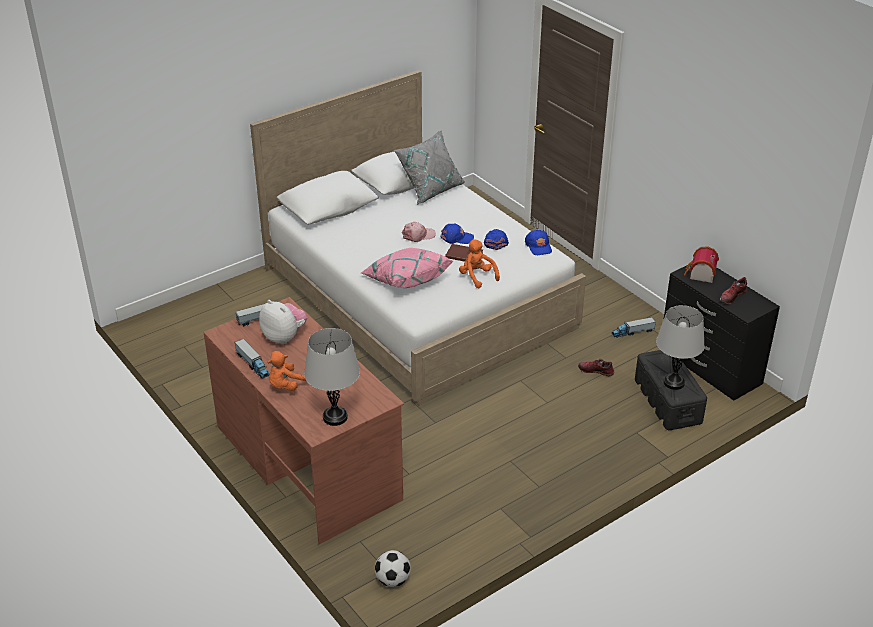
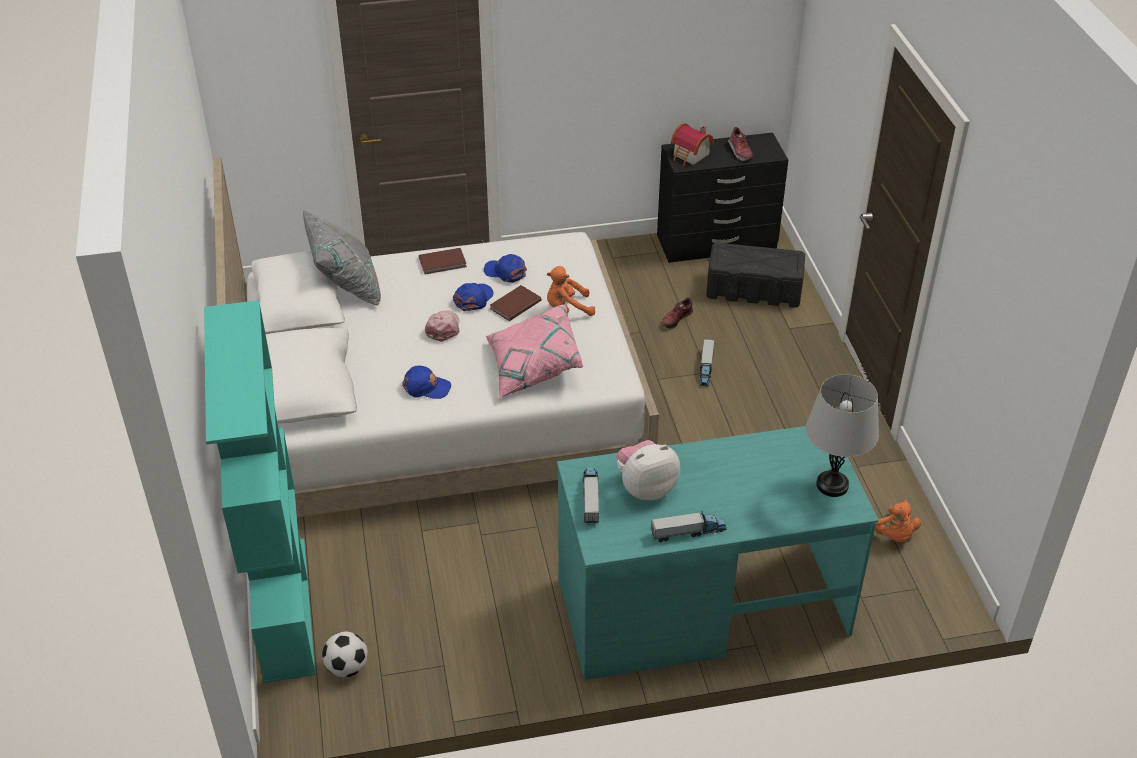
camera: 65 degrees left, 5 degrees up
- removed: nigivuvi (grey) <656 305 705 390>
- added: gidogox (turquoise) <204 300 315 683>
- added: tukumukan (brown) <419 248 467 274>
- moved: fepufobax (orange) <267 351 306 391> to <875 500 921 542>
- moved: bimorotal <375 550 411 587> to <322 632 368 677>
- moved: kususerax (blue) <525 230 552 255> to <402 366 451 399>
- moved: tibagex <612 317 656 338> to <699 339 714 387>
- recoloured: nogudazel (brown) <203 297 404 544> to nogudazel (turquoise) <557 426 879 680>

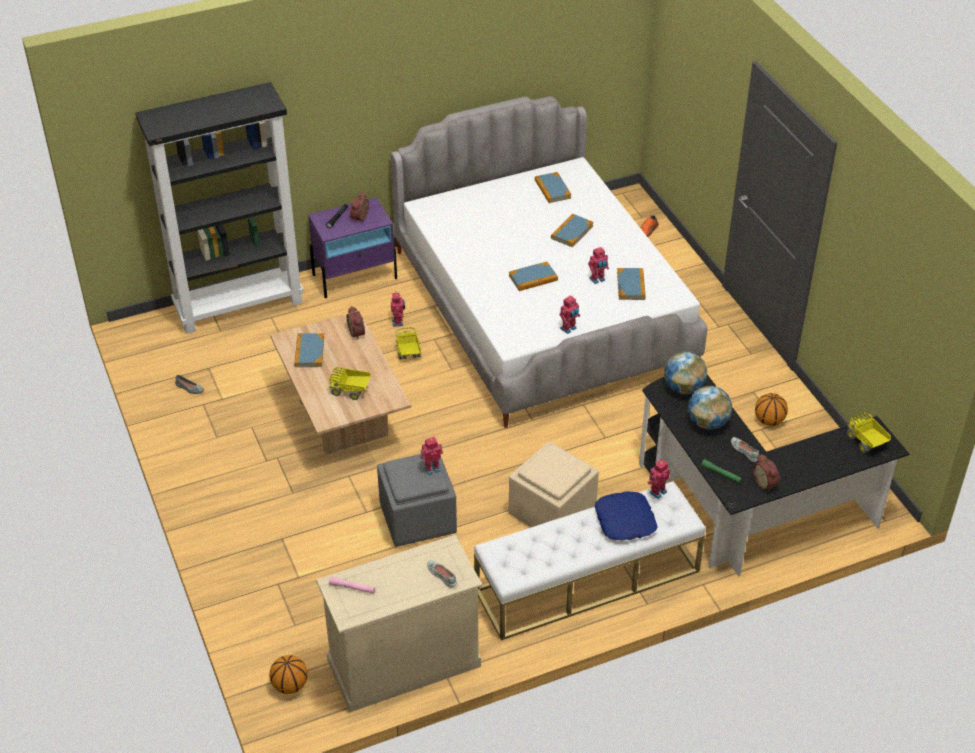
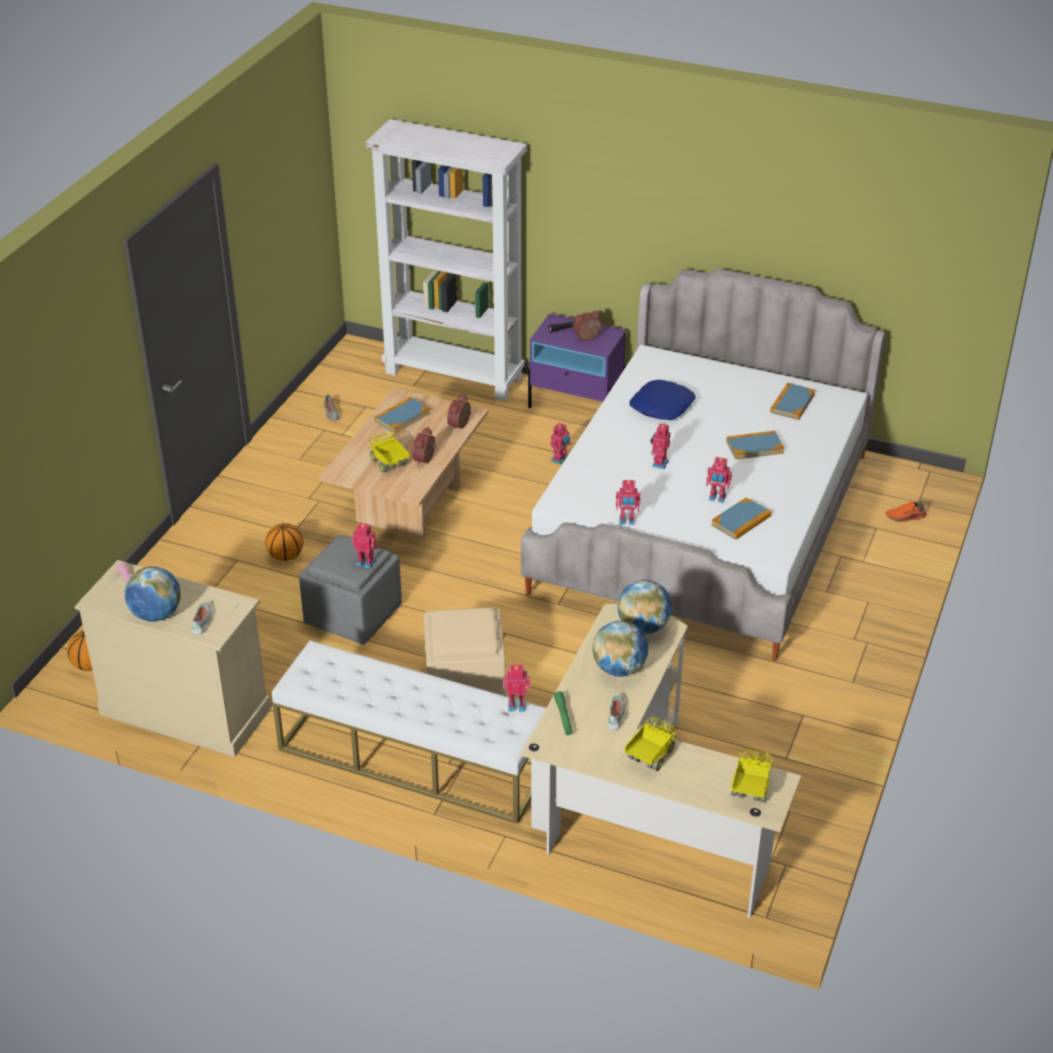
camera: 45 degrees right, 5 degrees down
- added: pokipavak <125 566 181 622>
- moved: tibagex <395 327 421 360> to <624 717 677 771>
- moved: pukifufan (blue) <595 492 658 540> to <629 380 696 420>
- moved: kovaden <753 454 780 492> to <412 427 436 466>
- moved: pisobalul <755 393 788 426> to <266 523 303 561>
- replaced: tukumukan <509 262 558 291> to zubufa <650 422 670 469>
- recoloured: gidogox (black) <135 82 304 334> to gidogox (white) <366 119 527 401>
- recoloured: nogudazel (black) <639 375 909 577> to nogudazel (beige) <521 604 801 918>

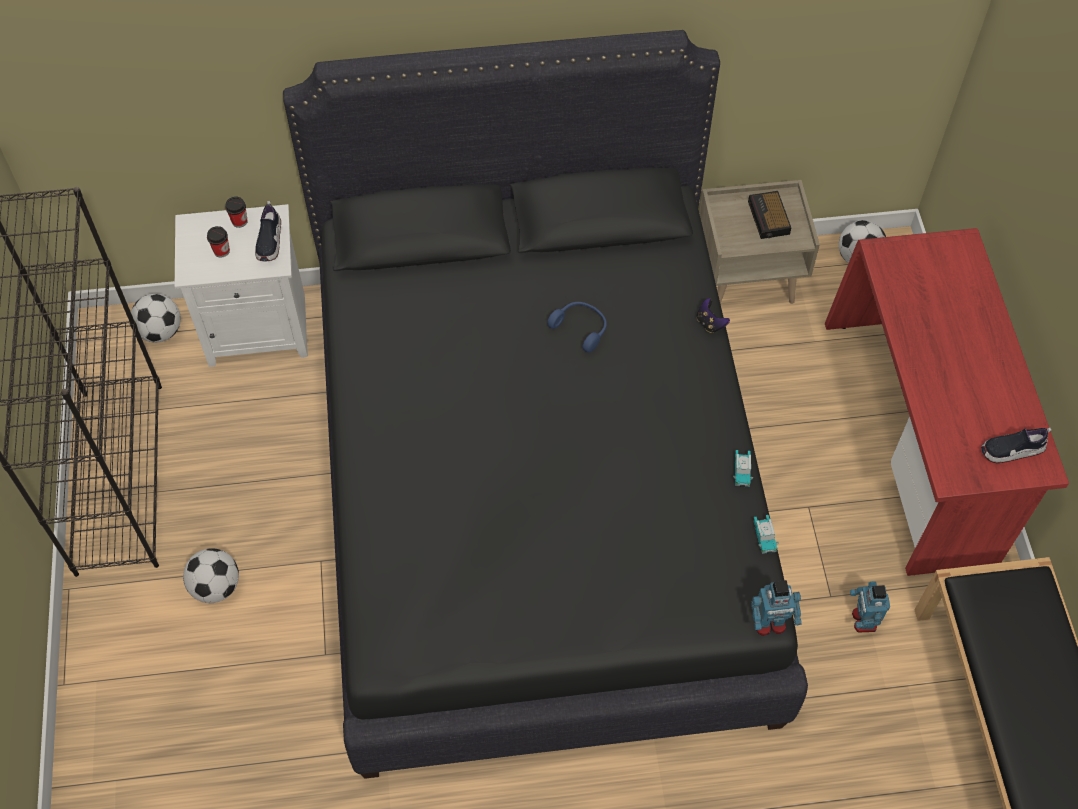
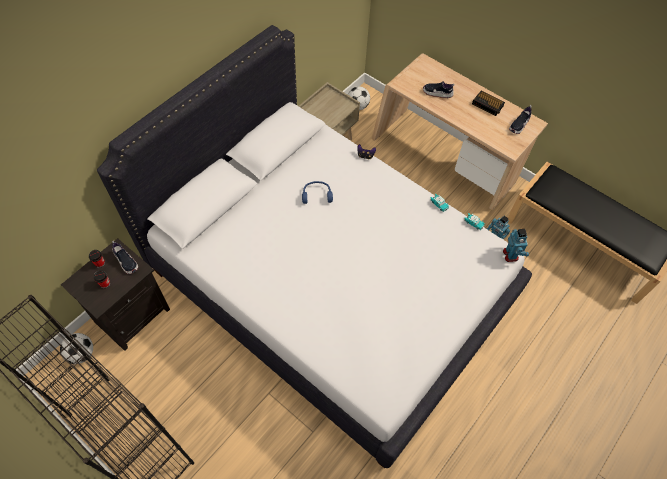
camera: 45 degrees left, 0 degrees up
- removed: bimorotal <183 548 239 603>
- added: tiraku <423 81 455 98>
- moved: kovaden <748 191 791 239> to <472 91 505 116>
- recoloured: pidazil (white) <175 204 308 367> to pidazil (black) <61 238 170 351>
- recoloured: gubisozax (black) <283 30 808 779> to gubisozax (white) <97 25 532 468>
- recoloured: nogudazel (red) <825 228 1069 576> to nogudazel (beige) <372 53 548 210>
- turned: zubufa <751 580 802 636> = <503 229 529 262> 45 degrees counterclockwise

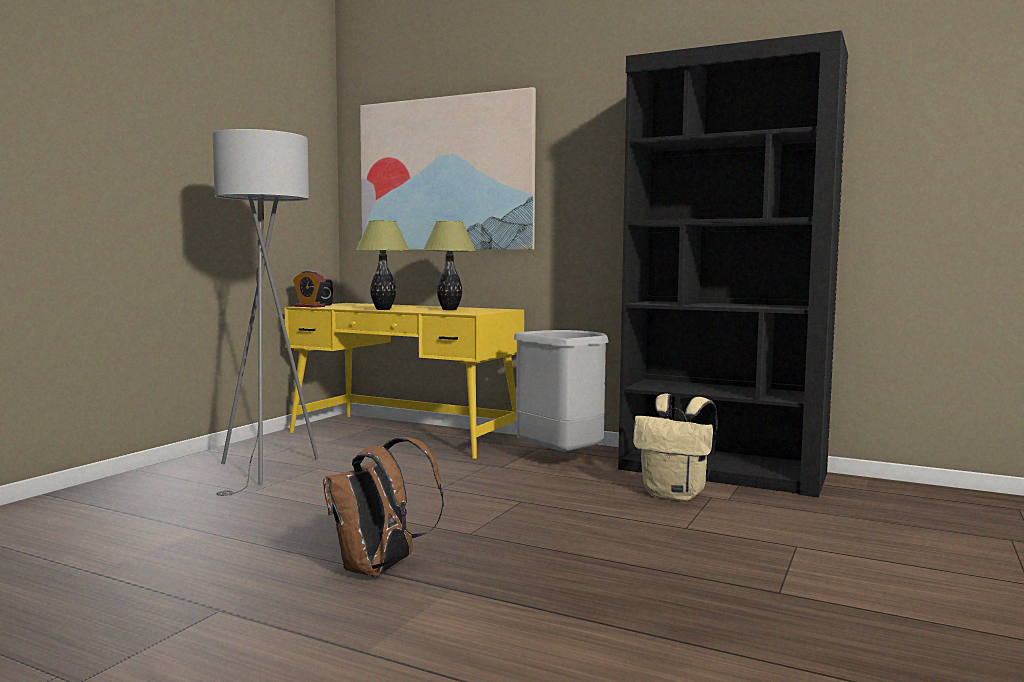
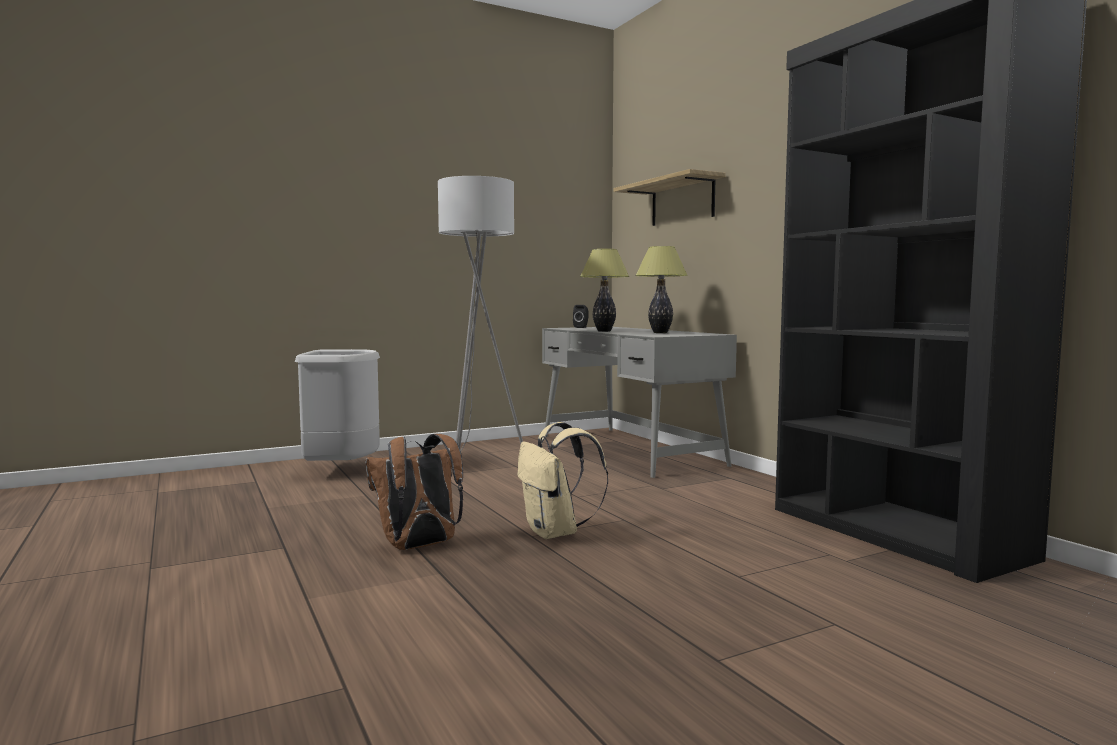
camera: 35 degrees right, 0 degrees up
- removed: kovaden <293 271 326 308>
- moved: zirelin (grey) <514 330 609 452> to <295 349 380 461>
- moved: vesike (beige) <633 394 717 502> to <518 422 608 539>
- replaced: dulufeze <360 87 536 250> to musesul <613 169 726 226>
- recoloured: nogudazel (yellow) <285 303 524 459> to nogudazel (grey) <542 327 737 478>

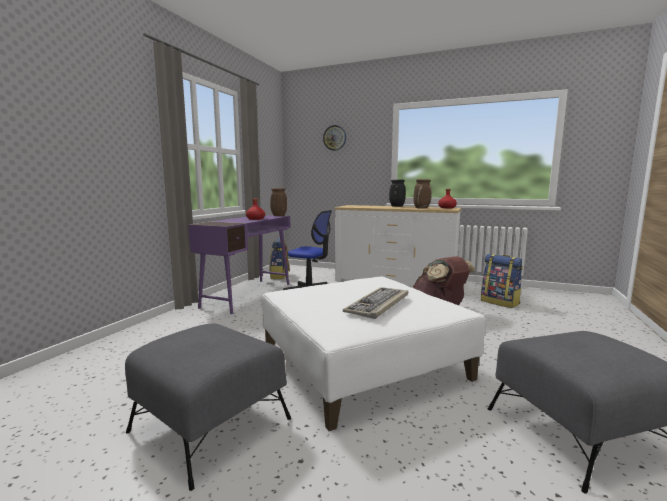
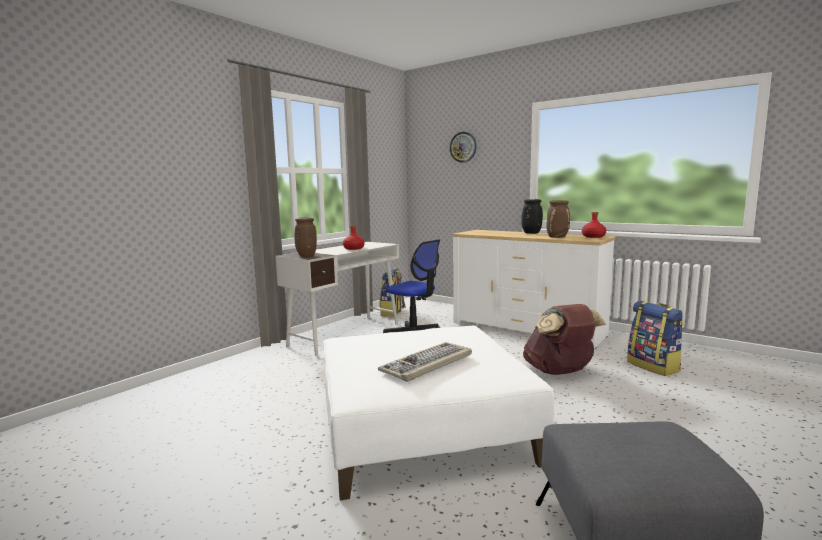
camera: 15 degrees right, 0 degrees up
- removed: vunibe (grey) <125 323 291 491>
- moved: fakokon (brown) <270 188 287 216> to <295 218 317 257>
- recoloured: nogudazel (purple) <188 215 291 314> to nogudazel (white) <275 242 399 356>

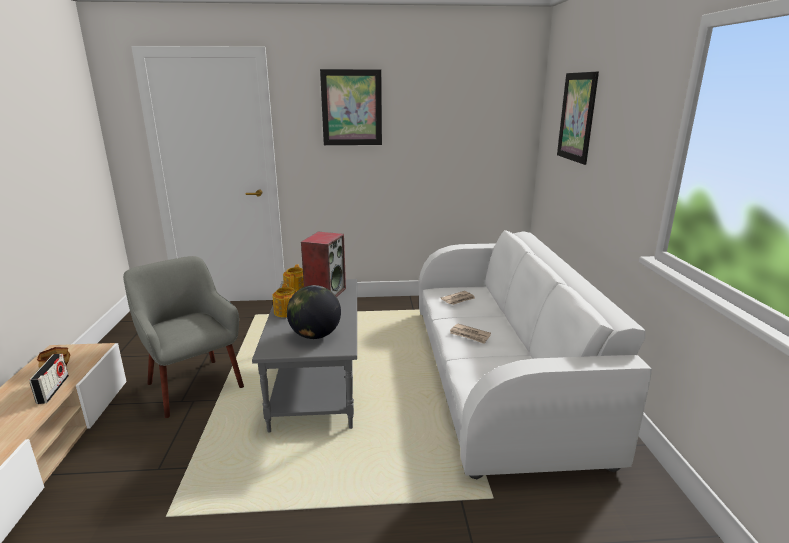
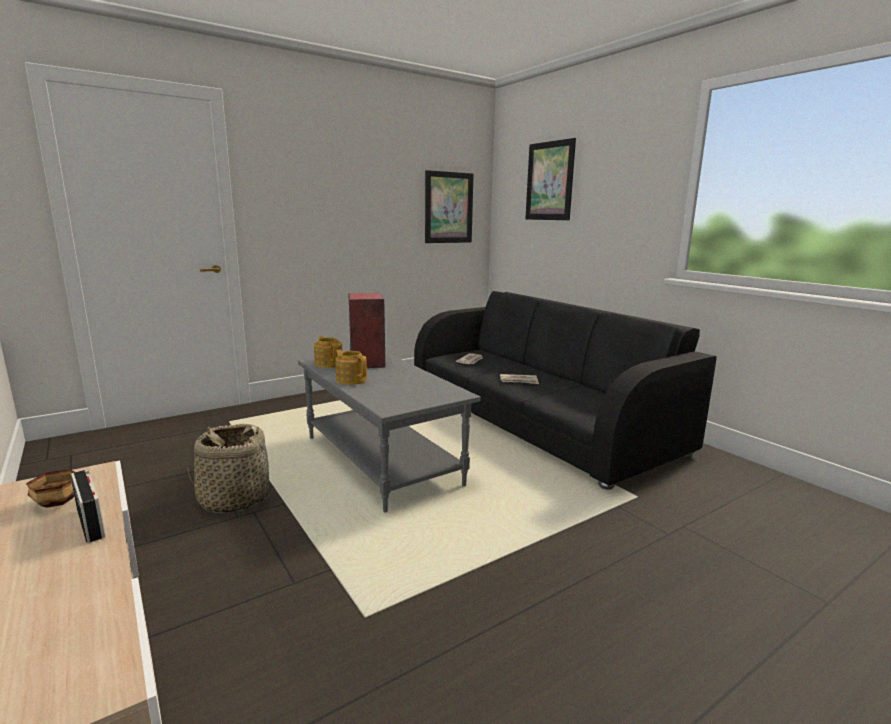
camera: 30 degrees left, 5 degrees down
- removed: pokipavak <287 285 341 339>
- moved: dulufeze <320 69 382 145> to <425 170 474 243>
- replaced: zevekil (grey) <123 256 244 418> to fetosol <187 423 273 513>
- recoloured: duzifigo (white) <419 230 652 479> to duzifigo (black) <414 291 717 490>

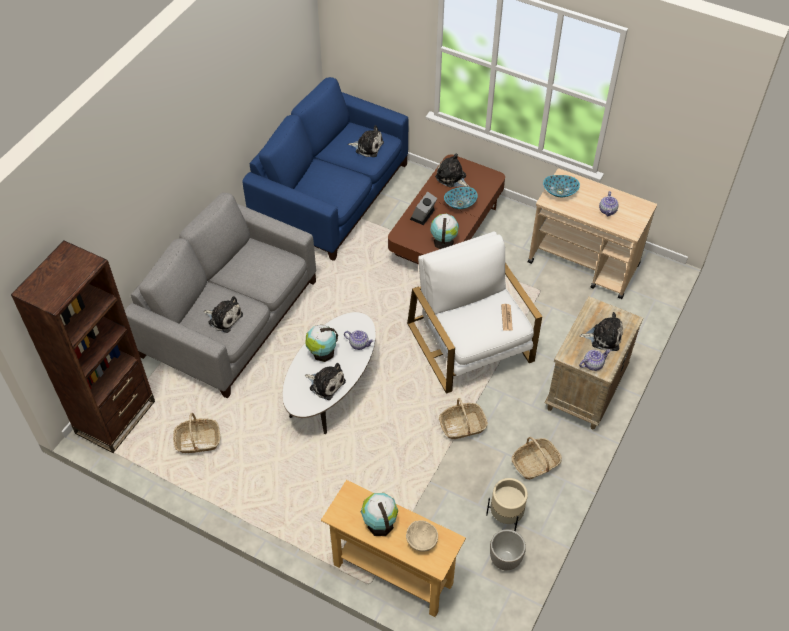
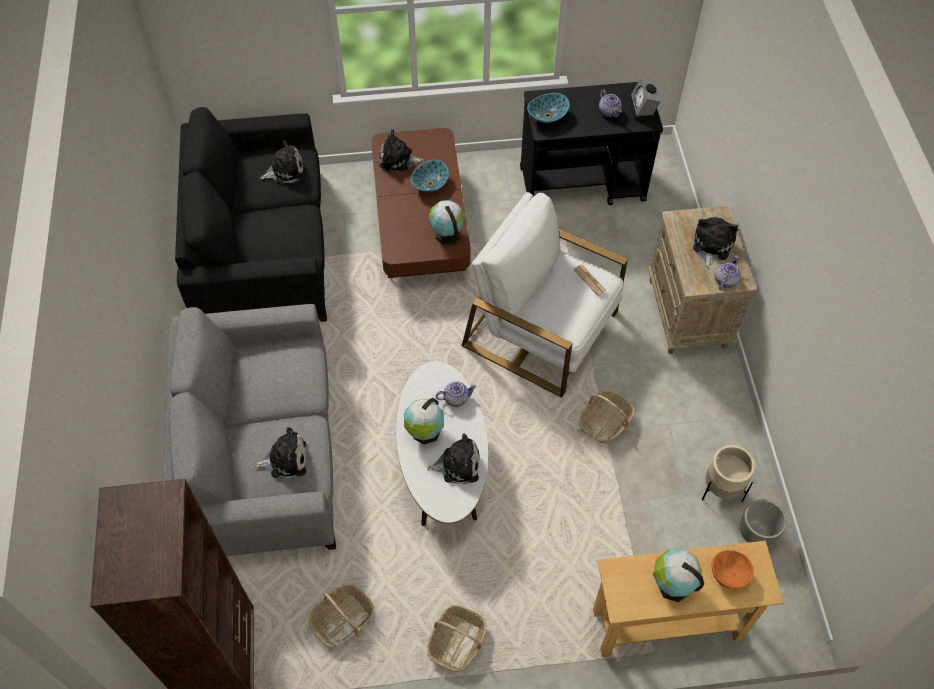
camera: 35 degrees left, 5 degrees up
- moved: kovaden <410 191 438 225> to <629 77 661 121>
- moved: fetosol <512 437 562 480> to <427 605 486 672>
- recoloured: duzifigo (blue) <242 77 408 261> to duzifigo (black) <175 107 327 322>
- recoloured: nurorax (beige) <406 520 438 552> to nurorax (orange) <712 550 754 589>
- recoloured: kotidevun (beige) <528 168 657 299> to kotidevun (black) <520 82 663 205>
- turned: fepufobax <579 312 623 351> = <693 217 738 269> 45 degrees counterclockwise

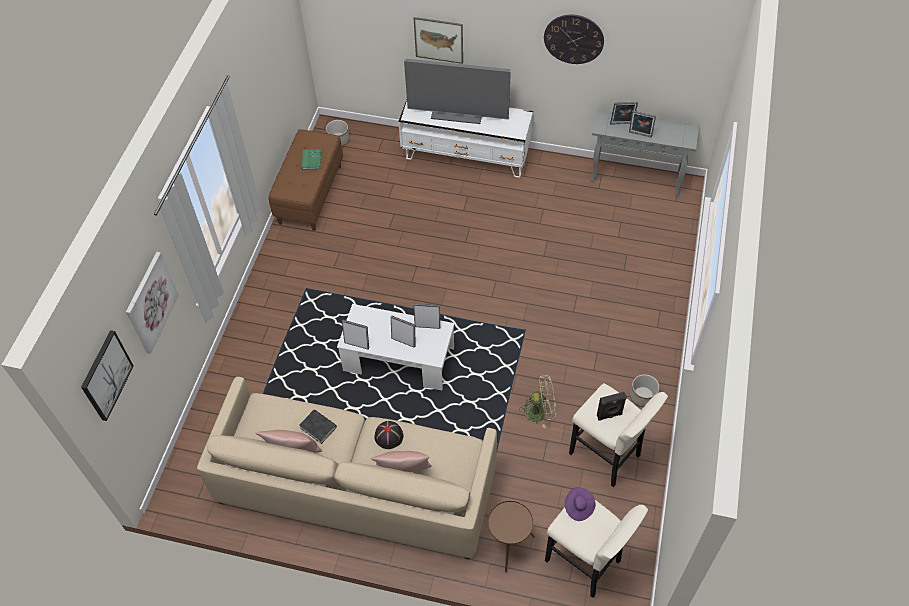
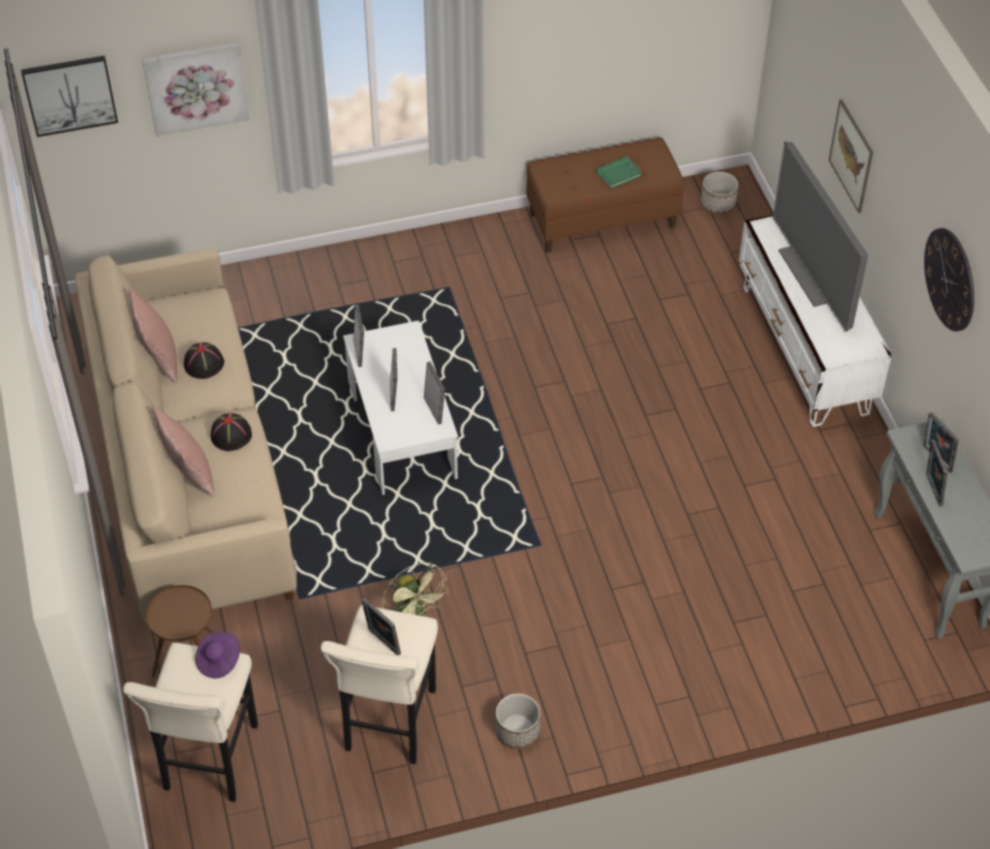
camera: 60 degrees right, 5 degrees down
- replaced: tukumukan (black) <299 409 337 444> to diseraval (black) <184 342 224 379>
- replaced: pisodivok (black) <597 392 627 421> to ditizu <361 598 401 655>

